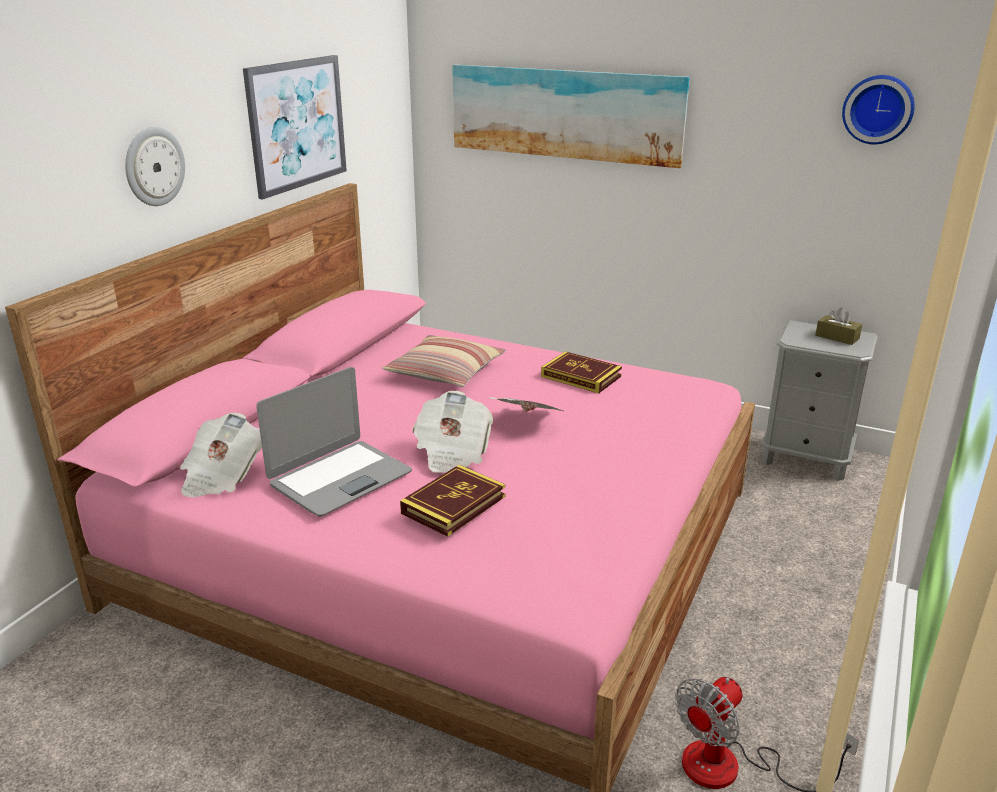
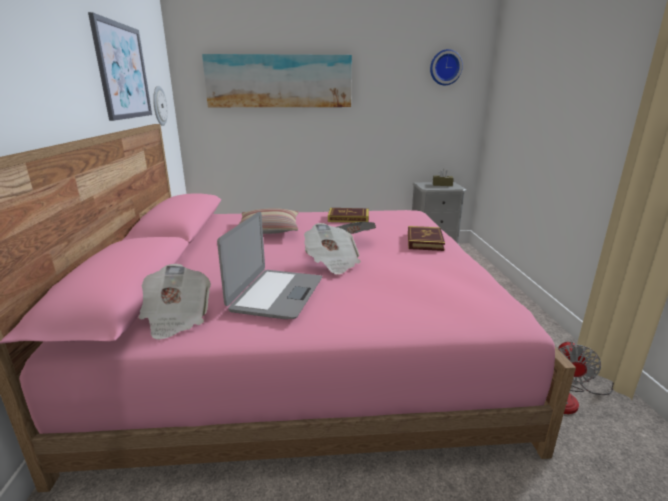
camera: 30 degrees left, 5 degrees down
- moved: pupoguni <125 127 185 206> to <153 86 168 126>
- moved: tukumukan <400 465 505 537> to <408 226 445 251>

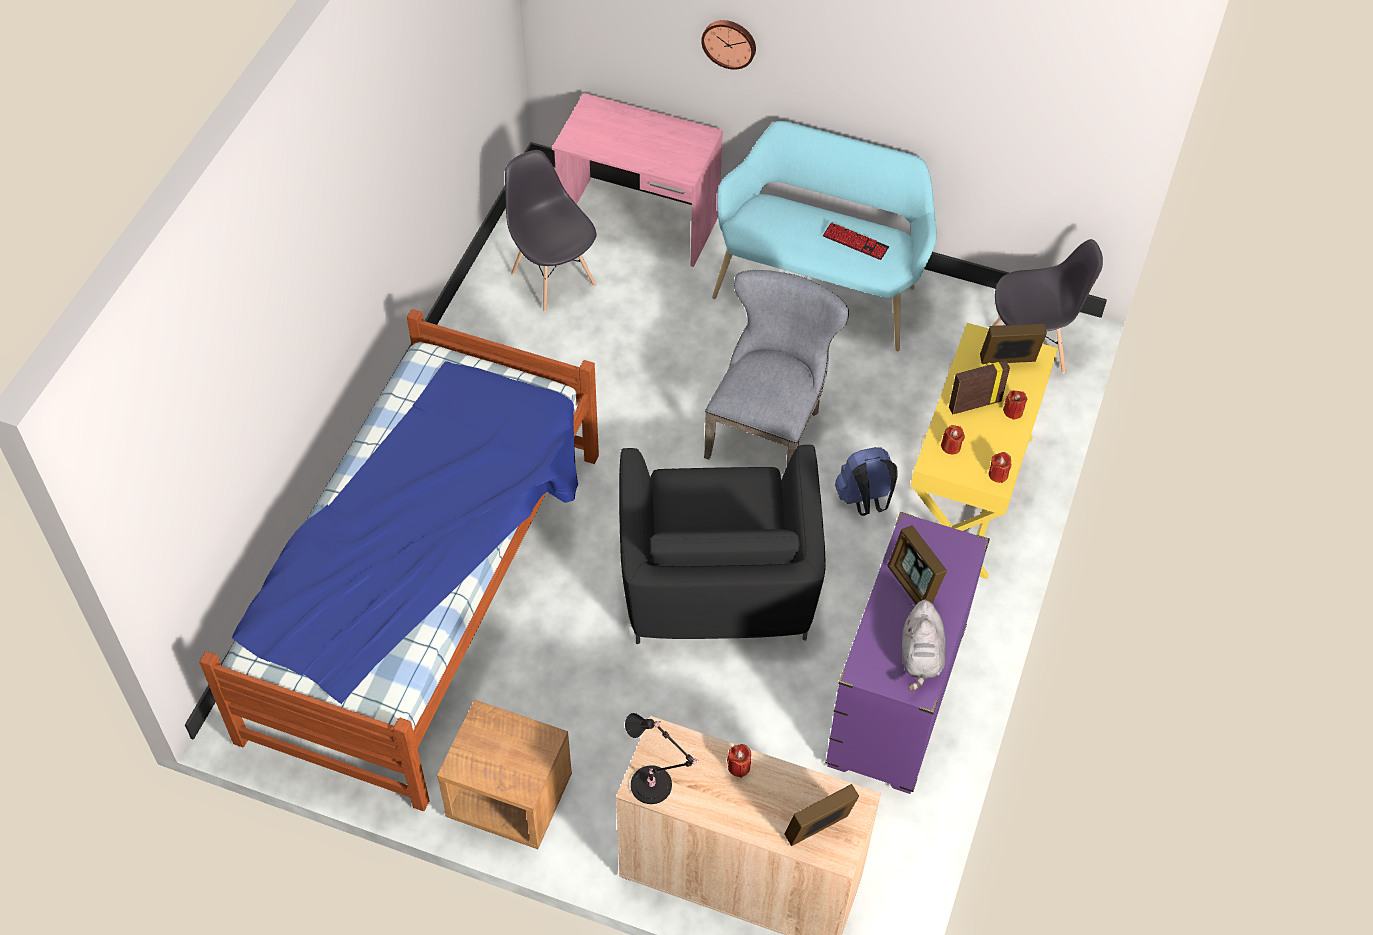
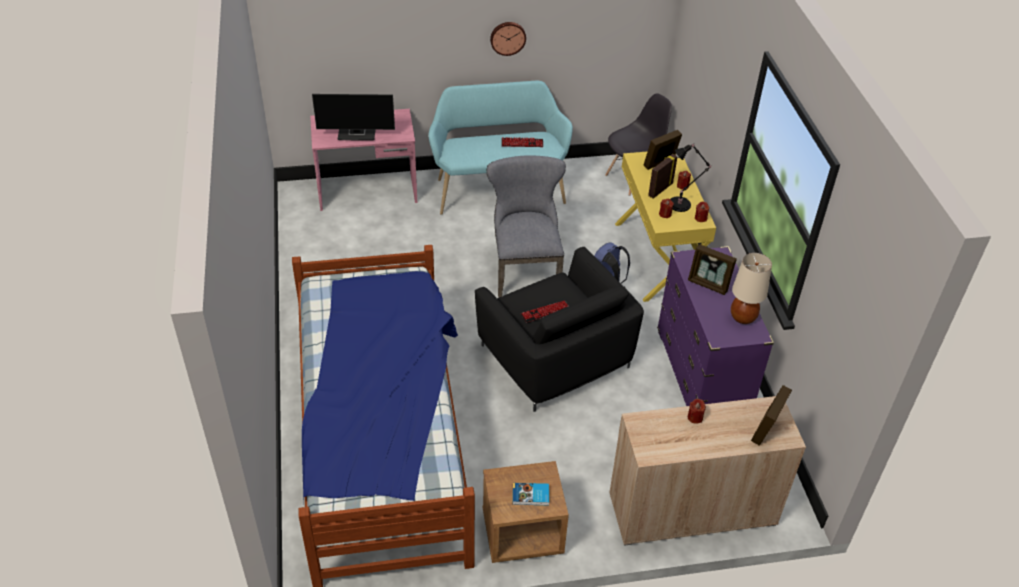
camera: 30 degrees left, 10 degrees down
- removed: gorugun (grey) <505 150 596 312>
- added: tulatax <312 94 395 141>
- added: tukumukan <513 483 549 505>
- added: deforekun <521 301 568 323>
- moved: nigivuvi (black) <625 713 699 804> to <671 144 712 212>
- moved: pupoguni <701 20 756 70> to <490 22 526 56>
- replaced: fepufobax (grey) <902 600 946 691> to nigivuvi (beige) <731 253 772 324>

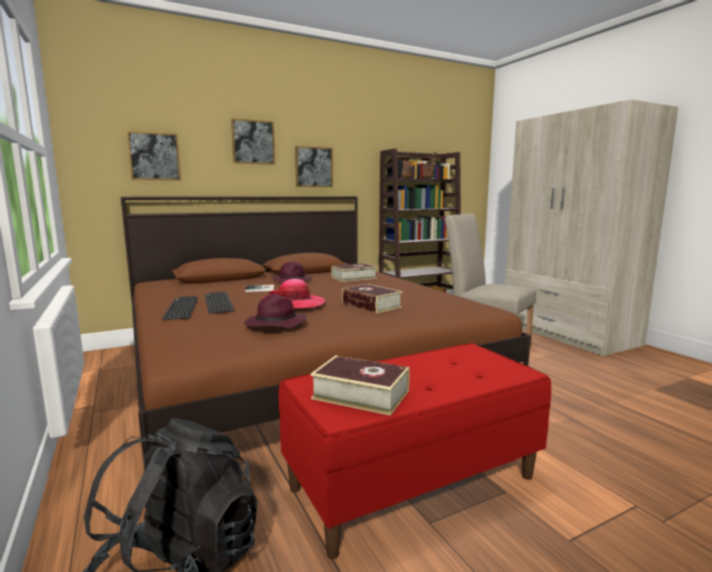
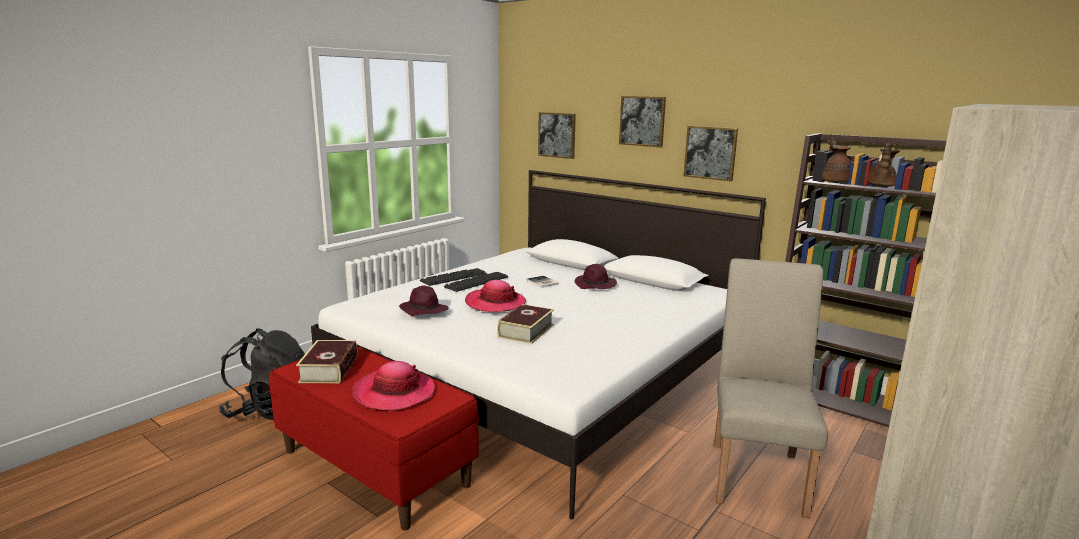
camera: 65 degrees right, 5 degrees up
- removed: tukumukan <331 263 377 282>
- added: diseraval <352 361 435 410>
- recoloured: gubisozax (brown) <121 196 531 469> to gubisozax (white) <311 170 766 519>

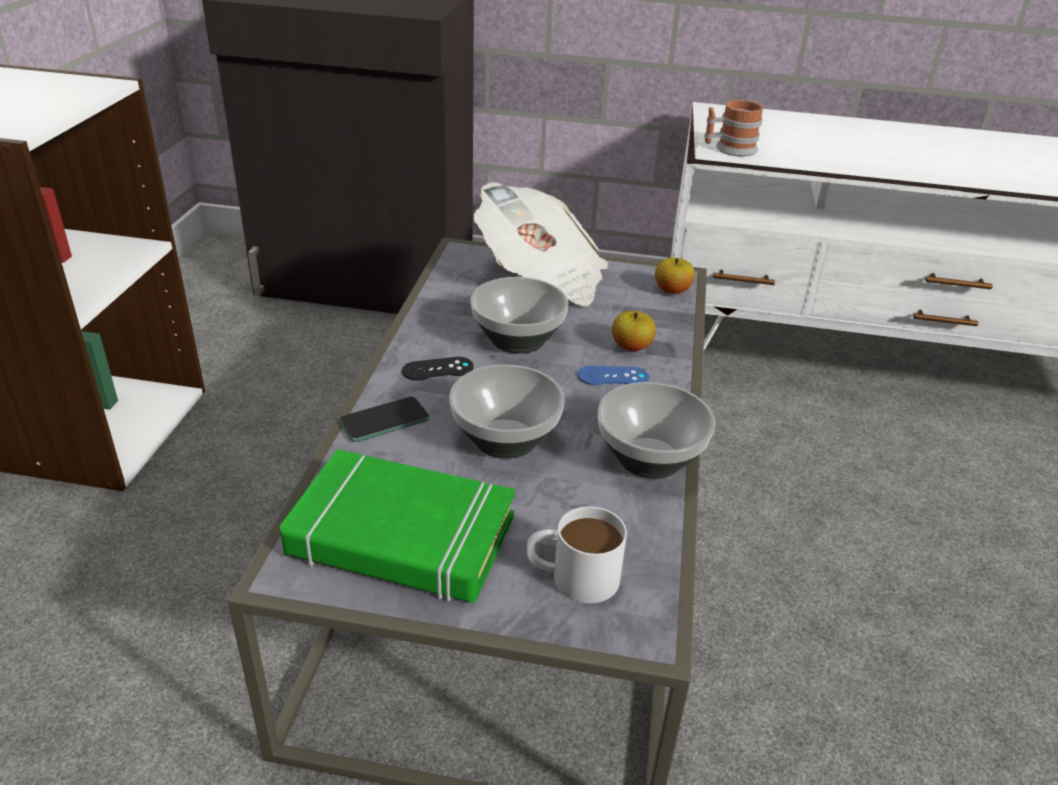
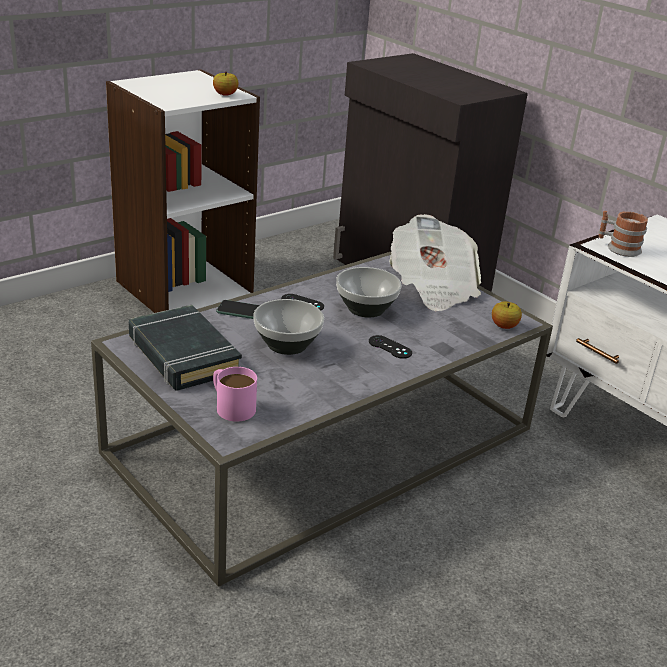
camera: 40 degrees right, 5 degrees down
- removed: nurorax <598 382 715 479>
- moved: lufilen <612 311 656 351> to <213 72 238 96>
- recoloured: tukumukan (green) <280 449 515 603> to tukumukan (black) <129 305 242 391>
- recoloured: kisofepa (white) <526 506 627 603> to kisofepa (pink) <213 367 257 422>
- recoloured: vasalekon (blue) <578 366 649 385> to vasalekon (black) <369 335 412 359>

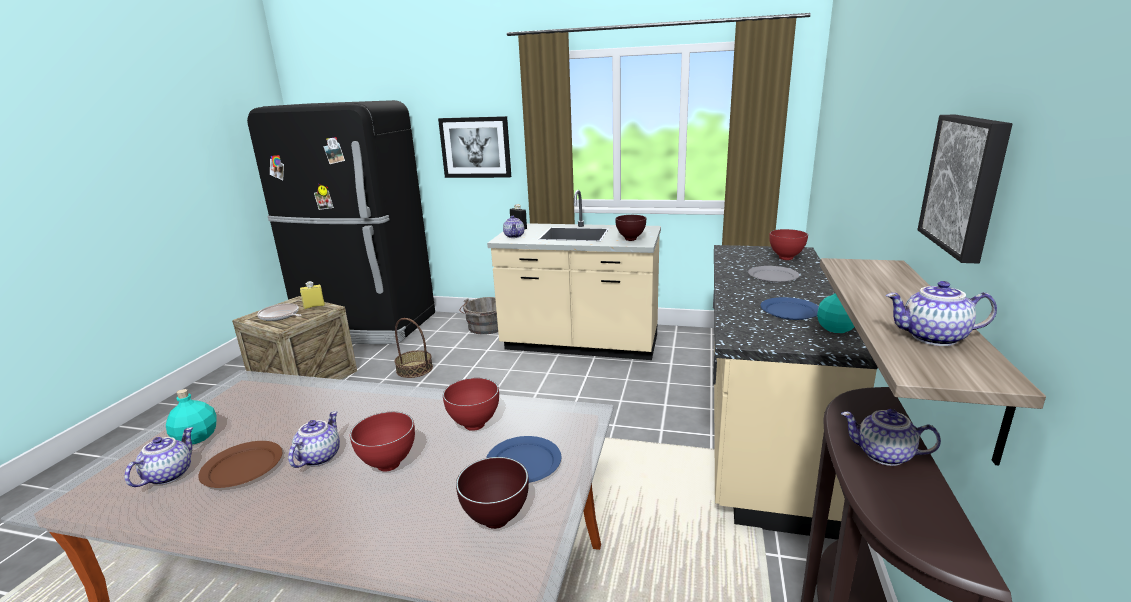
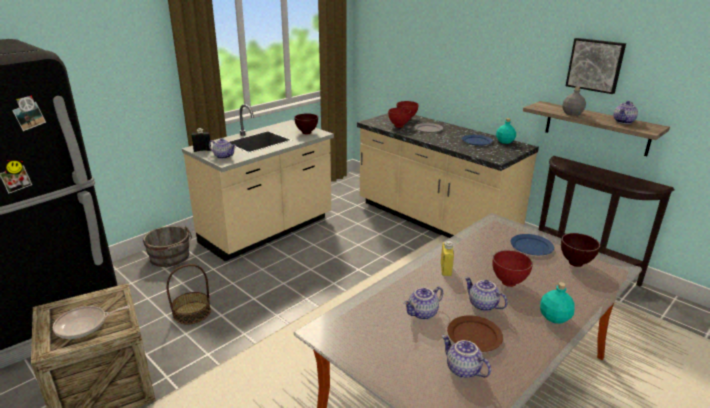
camera: 60 degrees left, 5 degrees up
- removed: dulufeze <438 116 511 178>
- added: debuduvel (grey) <562 86 586 116>
- moved: debuduvel (turquoise) <166 389 217 444> to <540 282 575 323>
- moved: debuduvel (yellow) <300 281 325 309> to <441 241 454 276>
- moved: nurorax (red) <443 378 499 431> to <388 108 411 128>
- moved: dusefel <841 409 941 466> to <403 287 443 320>

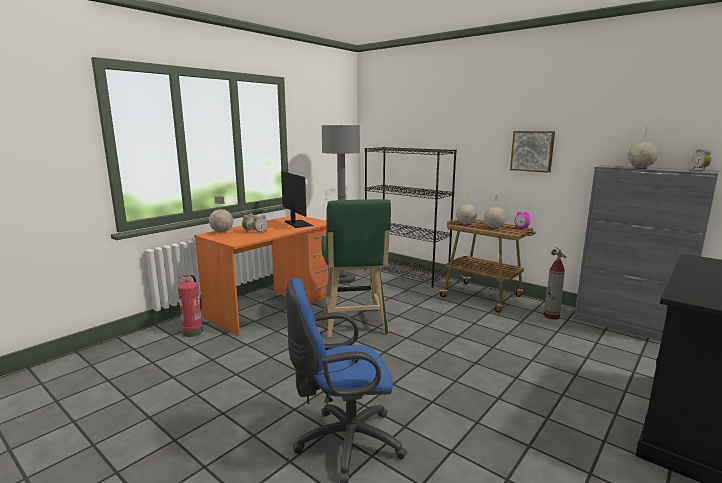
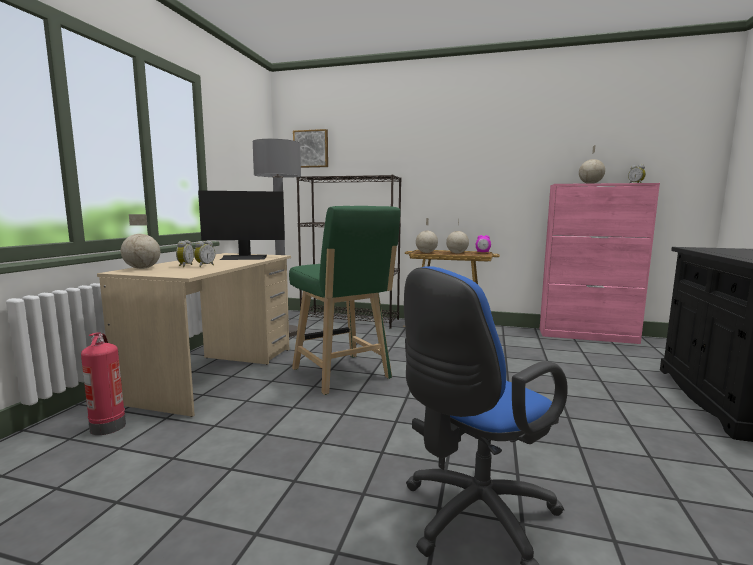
camera: 25 degrees left, 5 degrees down
- removed: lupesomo <544 247 567 320>
- moved: dulufeze <510 131 555 173> to <293 129 328 168>
- recoloured: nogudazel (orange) <194 215 329 336> to nogudazel (beige) <97 253 291 417>
- recoloured: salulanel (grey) <574 165 719 341> to salulanel (pink) <540 183 660 344>
- turned: tulatax <281 171 314 228> = <198 191 285 260> 135 degrees clockwise

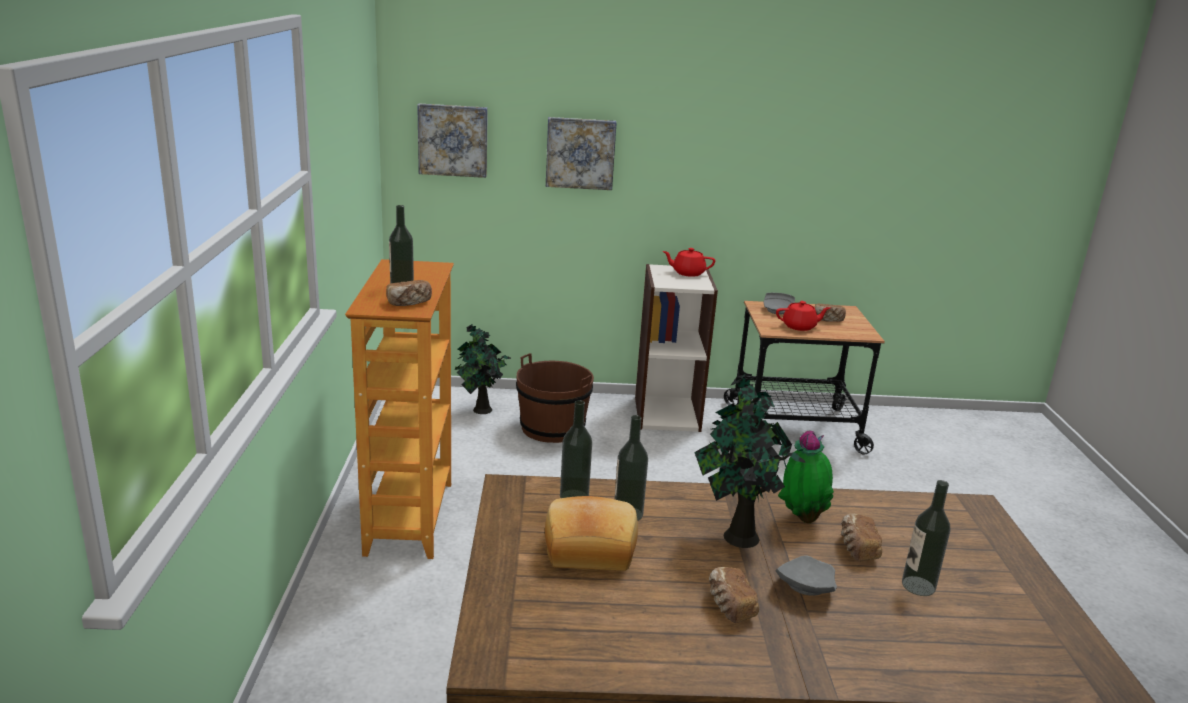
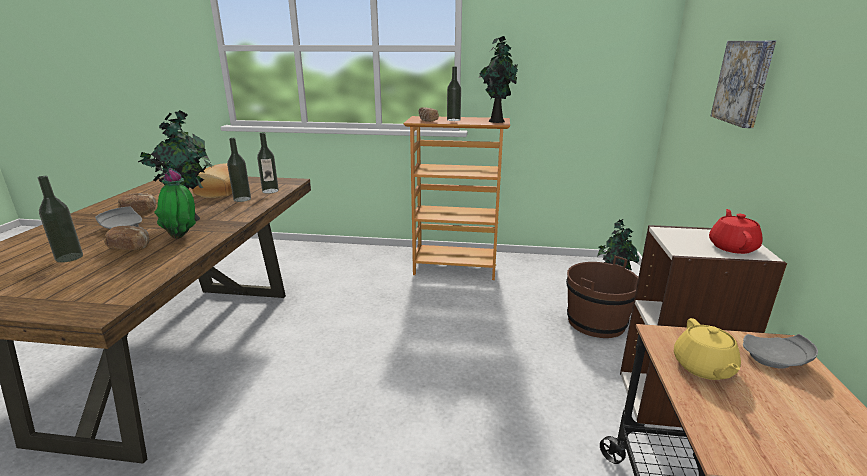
camera: 100 degrees right, 0 degrees up
- removed: dulufeze <417 103 488 178>
- removed: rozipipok <814 303 846 322>
- added: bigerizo <478 36 518 123>
- recoloured: dusefel (red) <776 301 831 331> to dusefel (yellow) <674 318 741 380>

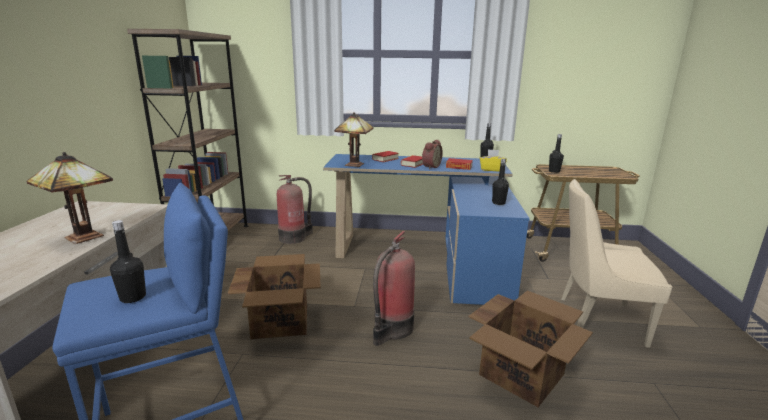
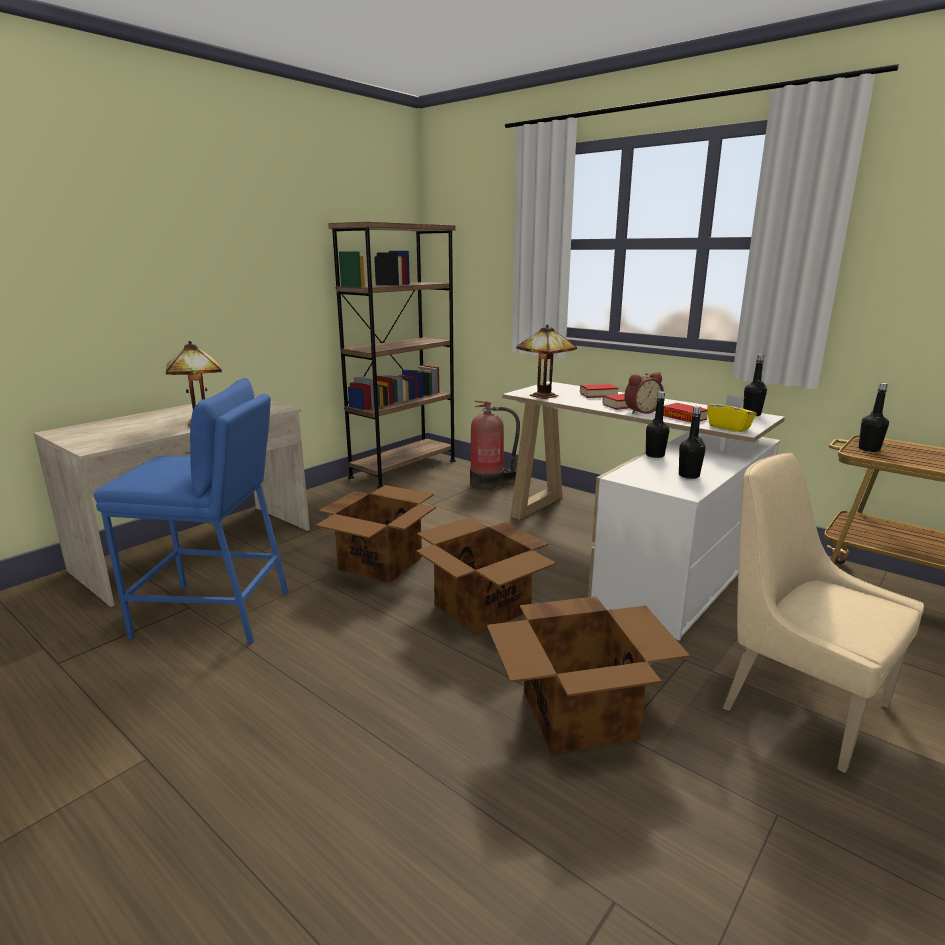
camera: 35 degrees right, 0 degrees up
- moved: debuduvel (black) <110 220 146 303> to <646 391 669 458>
- replaced: lupesomo <373 231 415 346> to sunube <416 517 556 635>
- recoloured: nogudazel (blue) <323 154 530 305> to nogudazel (white) <502 381 785 640>

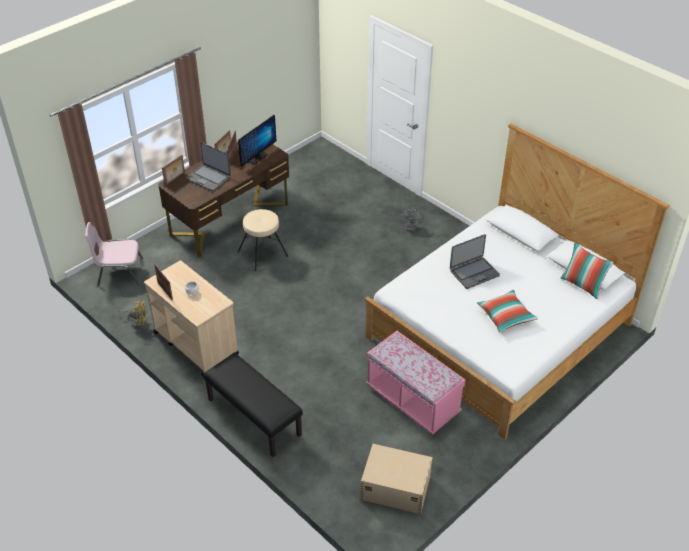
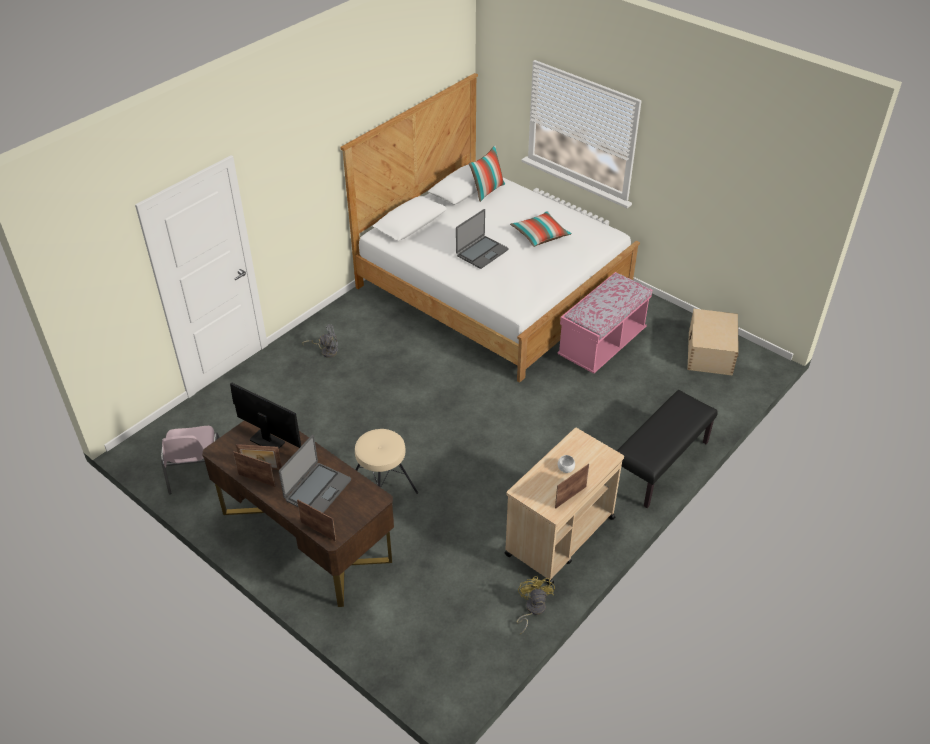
camera: 95 degrees left, 0 degrees up
- moved: gorugun (pink) <85 222 143 286> to <161 426 220 494>
- turned: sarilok <450 234 500 289> = <456 209 508 269> 75 degrees clockwise

